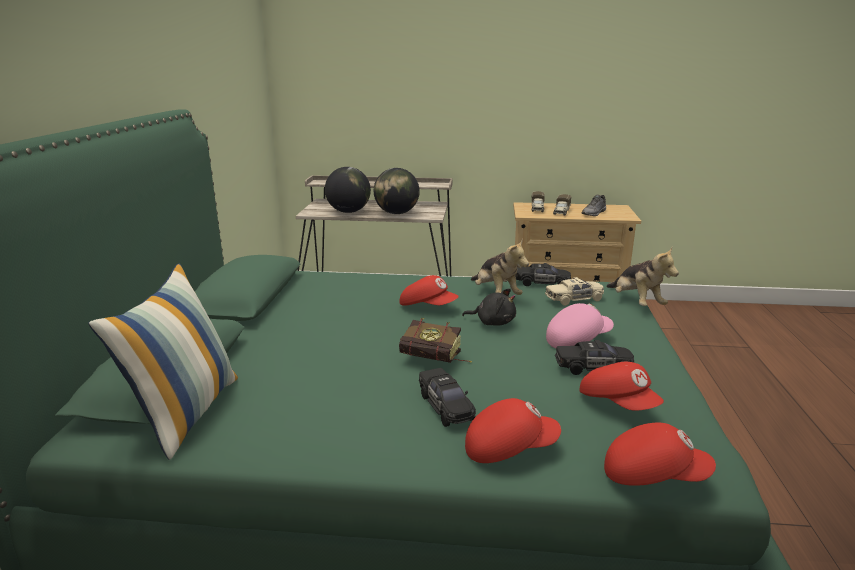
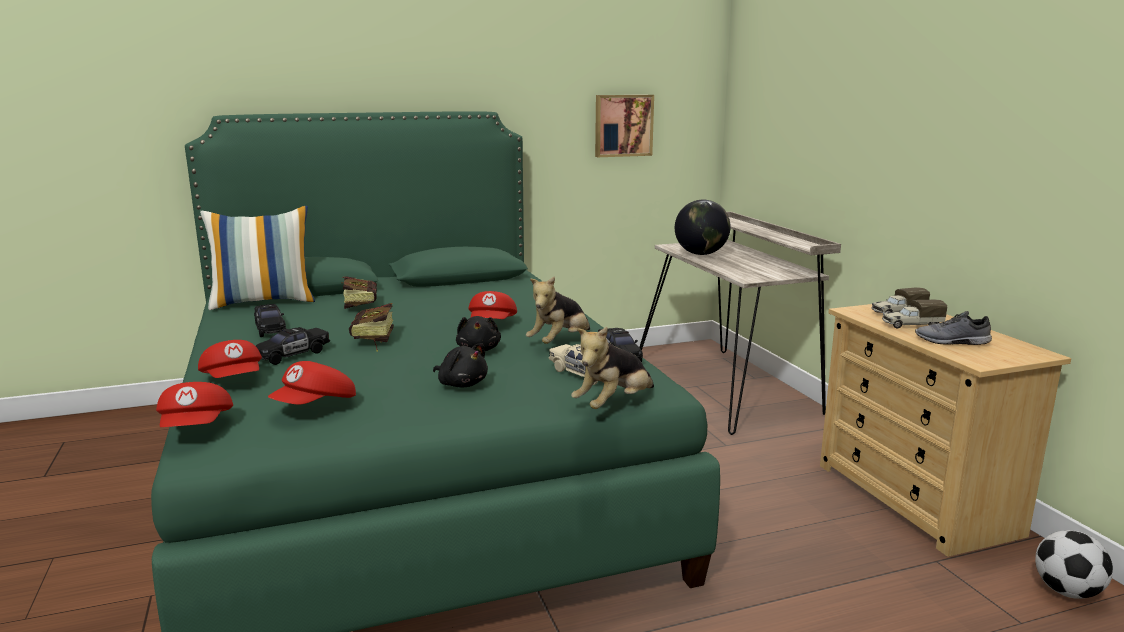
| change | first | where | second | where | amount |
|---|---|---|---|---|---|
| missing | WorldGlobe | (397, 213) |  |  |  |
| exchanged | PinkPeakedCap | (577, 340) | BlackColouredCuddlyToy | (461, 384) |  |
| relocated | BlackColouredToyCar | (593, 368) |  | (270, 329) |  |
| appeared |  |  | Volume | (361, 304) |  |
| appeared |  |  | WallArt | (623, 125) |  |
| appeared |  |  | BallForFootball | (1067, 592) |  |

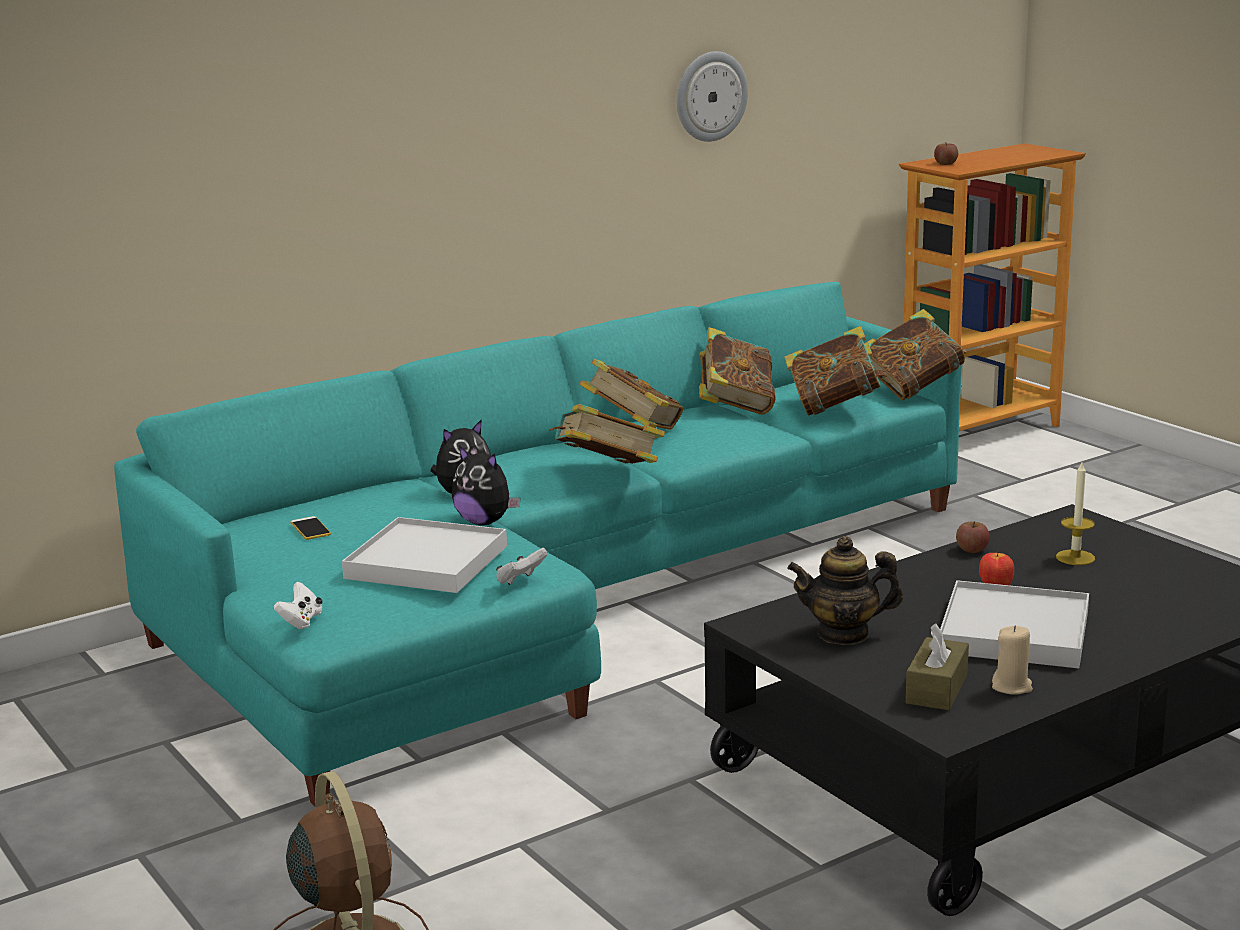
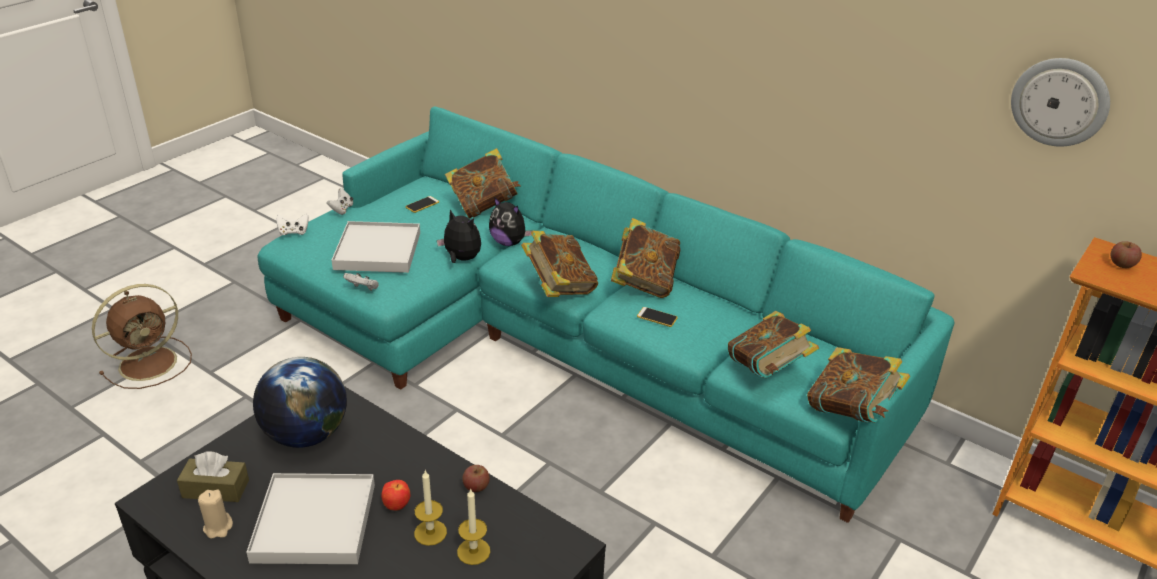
| change | first | where | second | where | amount |
|---|---|---|---|---|---|
| spun | CuddlyToy | (485, 522) |  | (461, 259) | 105 degrees clockwise |
| relocated | WallClock | (710, 96) |  | (1060, 102) |  |
| relocated | Volume | (735, 406) |  | (484, 206) |  |
| exchanged | TeaPot | (843, 634) | WorldGlobe | (305, 435) |  |
| appeared |  |  | WhiteJoypad | (342, 209) |  |
| appeared |  |  | WaxLight | (430, 532) |  |
| appeared |  |  | Telephone | (657, 317) |  |

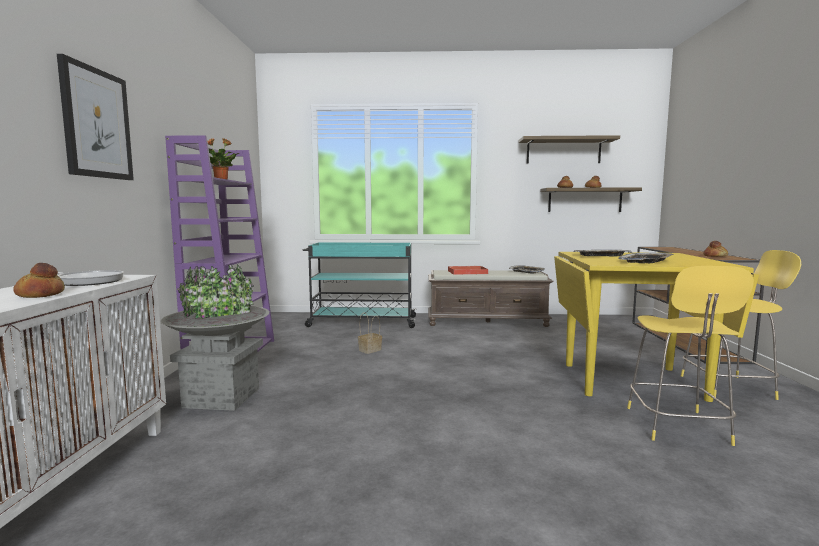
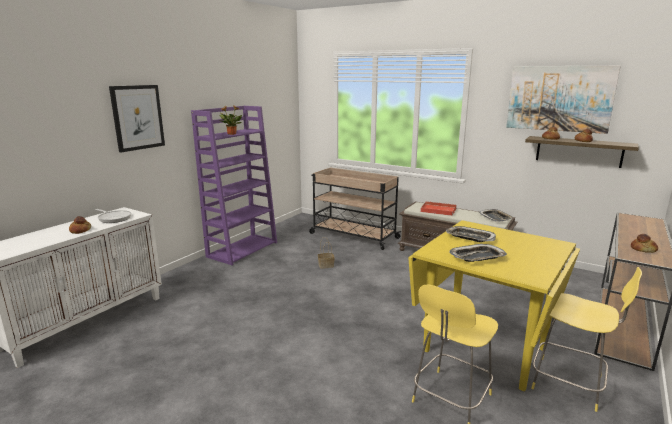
| change | first | where | second | where | amount |
|---|---|---|---|---|---|
| missing | GreyishFlowerPot | (222, 397) |  |  |  |
| colour | BlueGreenTrolley | (361, 322) | BeigeColouredTrolley | (353, 235) |  |
| exchanged | Shelf | (563, 151) | WallArt | (559, 98) |  |

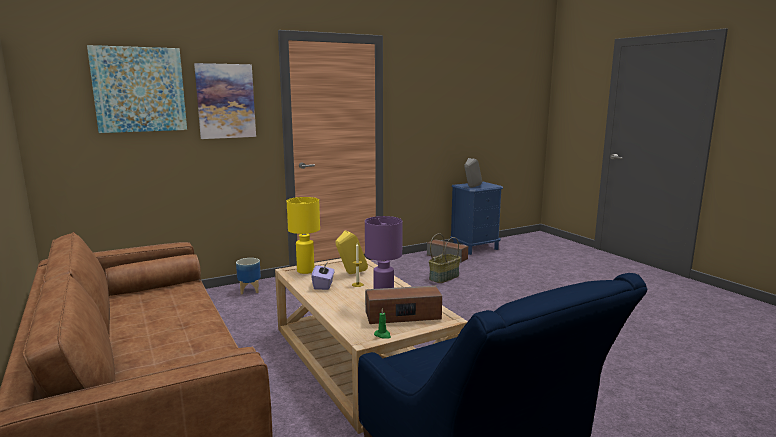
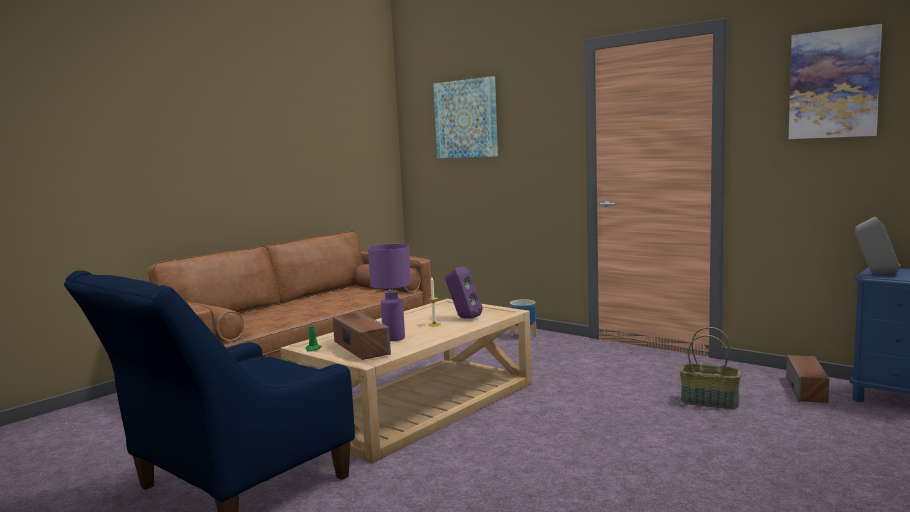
| change | first | where | second | where | amount |
|---|---|---|---|---|---|
| relocated | WallArt | (225, 101) |  | (834, 84) |  |
| missing | YellowColouredTabletopLamp | (305, 271) |  |  |  |
| missing | PurpleTissueHolder | (323, 285) |  |  |  |
| colour | YellowColouredAudioSpeaker | (350, 274) | PurpleAudioSpeaker | (463, 318) |  |

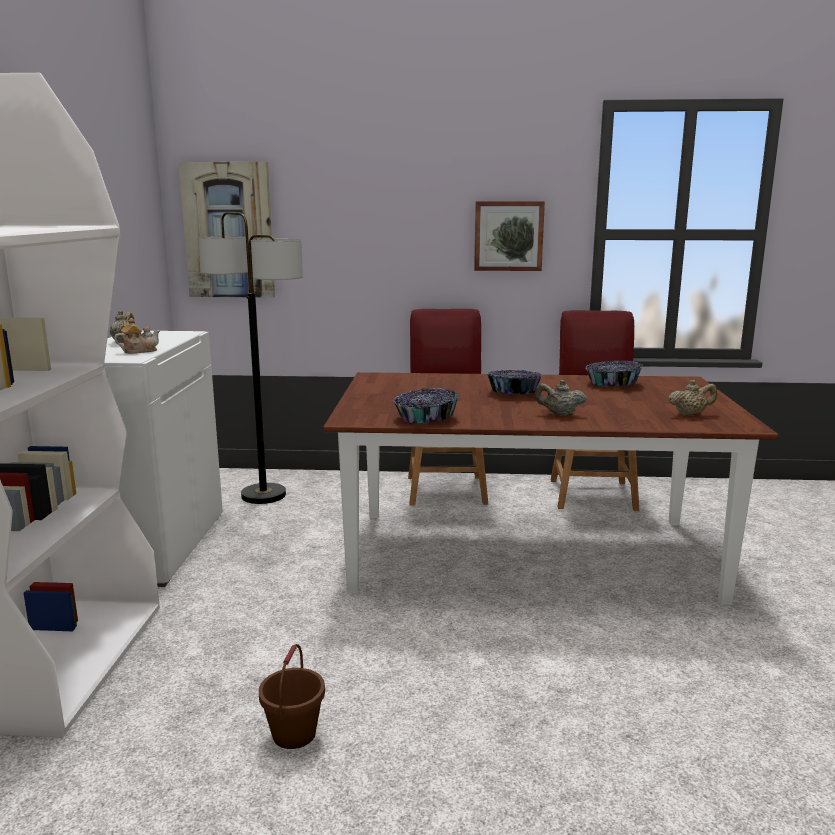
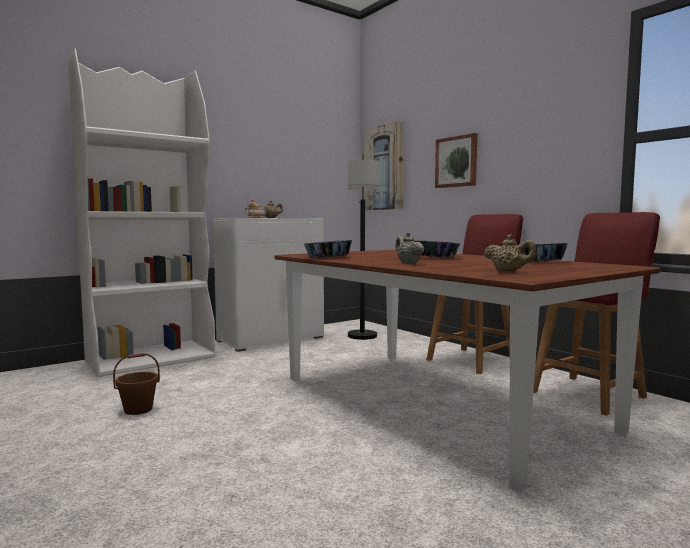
| change | first | where | second | where | amount |
|---|---|---|---|---|---|
| relocated | WallArt | (508, 236) |  | (457, 161) |  |

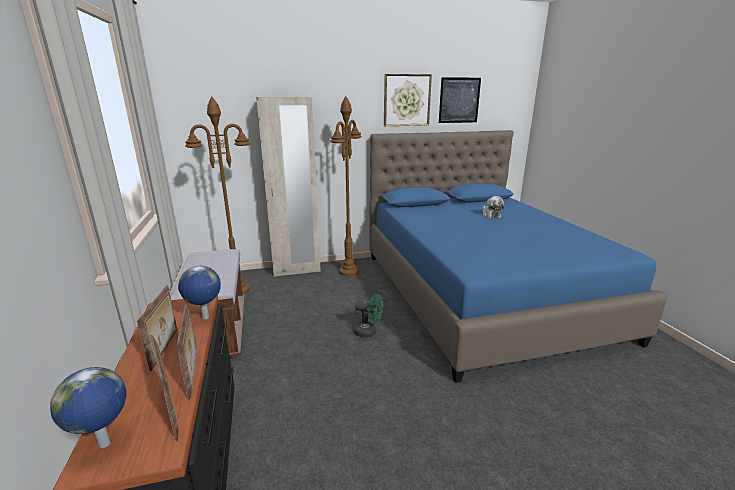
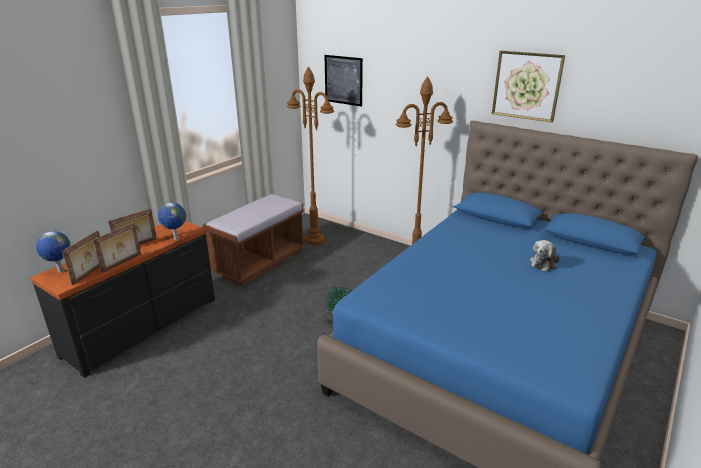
| change | first | where | second | where | amount |
|---|---|---|---|---|---|
| missing | BeigeColouredClothesCupboard | (296, 270) |  |  |  |
| relocated | WallArt | (459, 100) |  | (343, 80) |  |

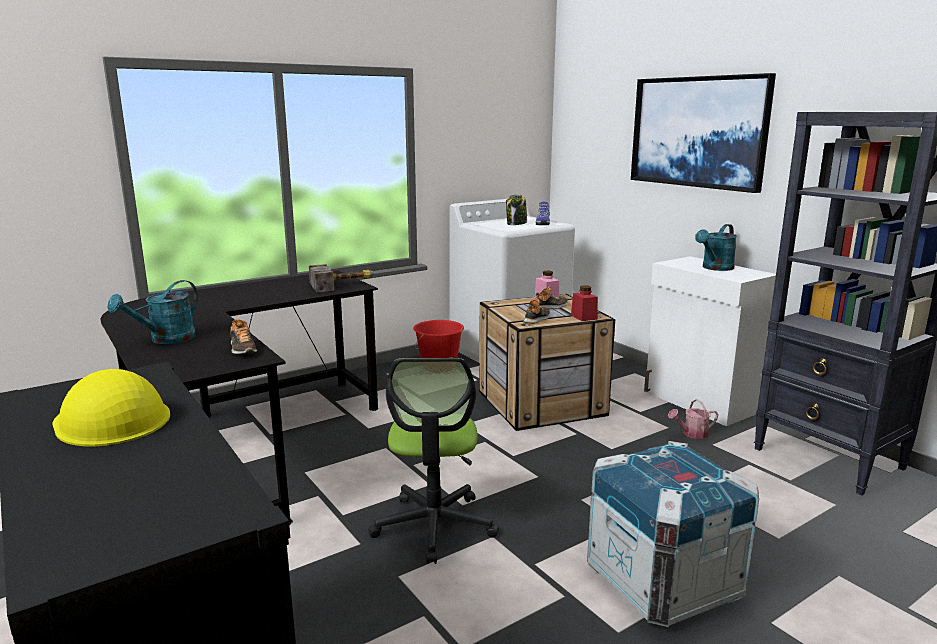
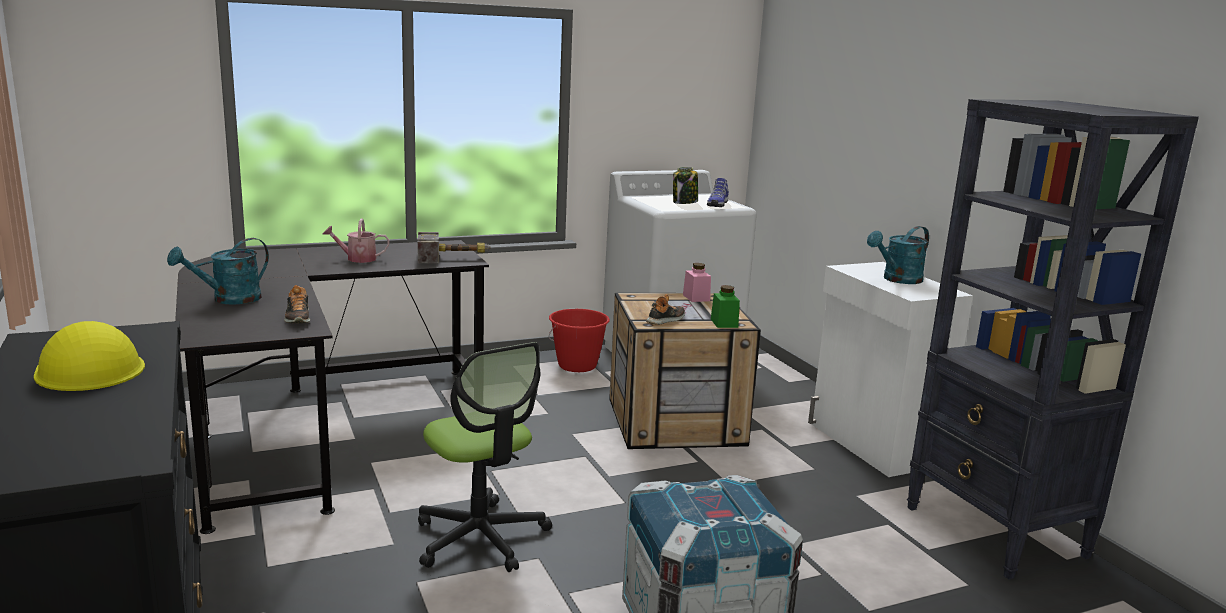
| change | first | where | second | where | amount |
|---|---|---|---|---|---|
| spun | ComputerChair | (434, 526) |  | (480, 538) | 45 degrees counterclockwise |
| missing | Shoe | (550, 307) |  |  |  |
| colour | RedColouredPreserveJar | (584, 317) | GreenPreserveJar | (724, 323) |  |
| missing | WallArt | (698, 132) |  |  |  |
| relocated | WateringCan | (692, 434) |  | (357, 259) |  |

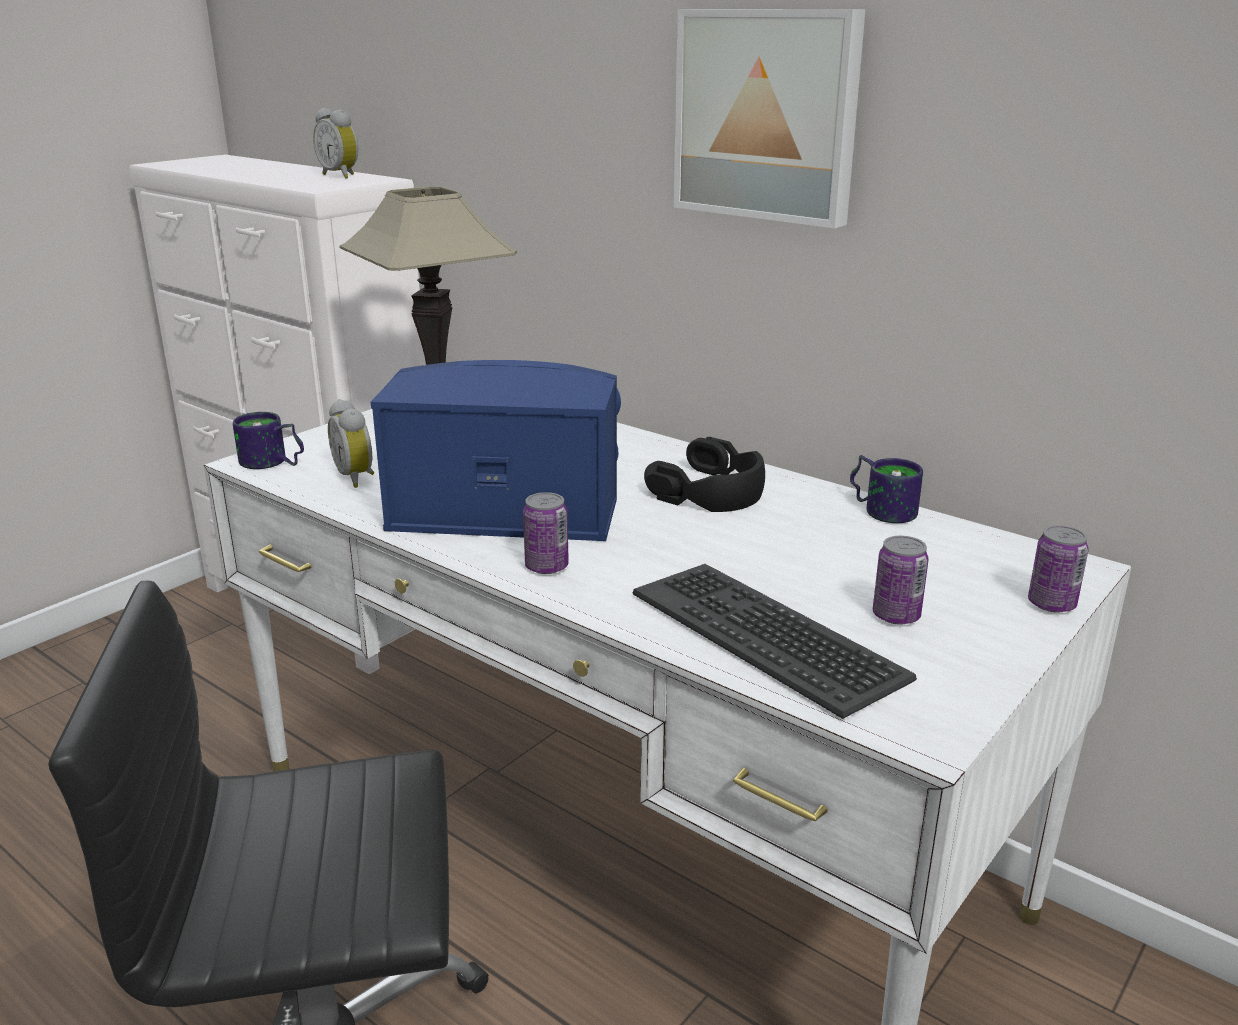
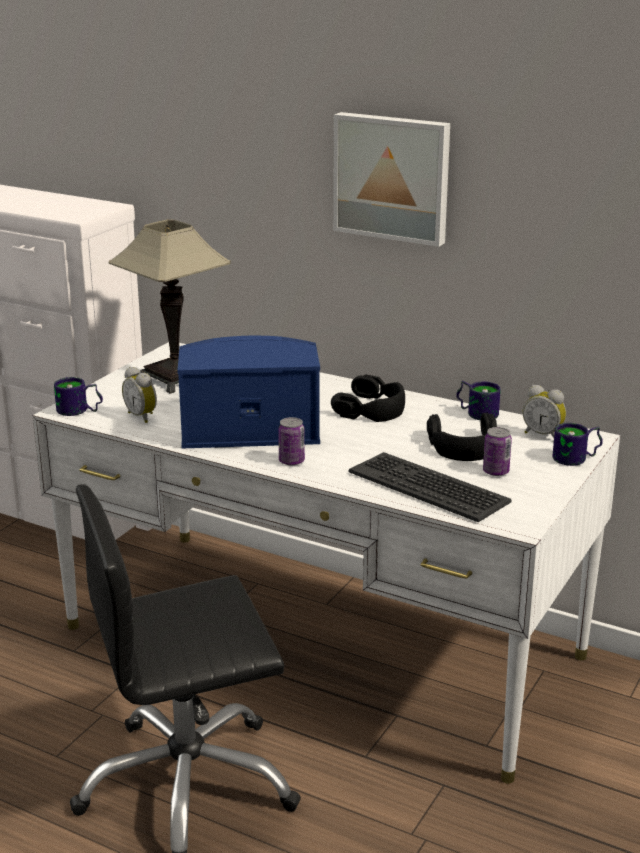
| change | first | where | second | where | amount |
|---|---|---|---|---|---|
| relocated | BedsideClock | (341, 176) |  | (543, 435) |  |
| exchanged | Can | (1051, 604) | CoffeeMug | (577, 459) |  |
| appeared |  |  | BlackColouredHeadphones | (464, 446) |  |

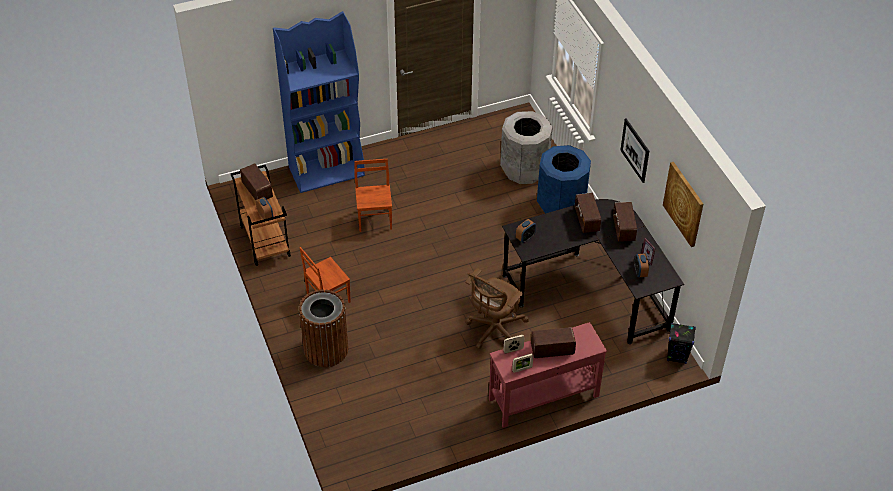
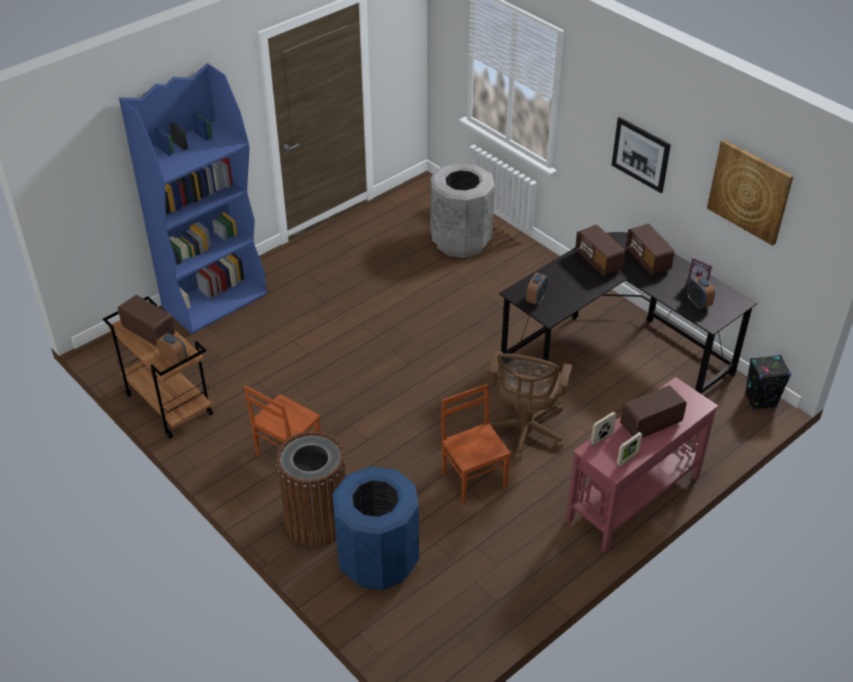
| change | first | where | second | where | amount |
|---|---|---|---|---|---|
| relocated | BrownishChair | (375, 219) |  | (474, 479) |  |
| relocated | BlueTrashCan | (561, 204) |  | (378, 561) |  |

